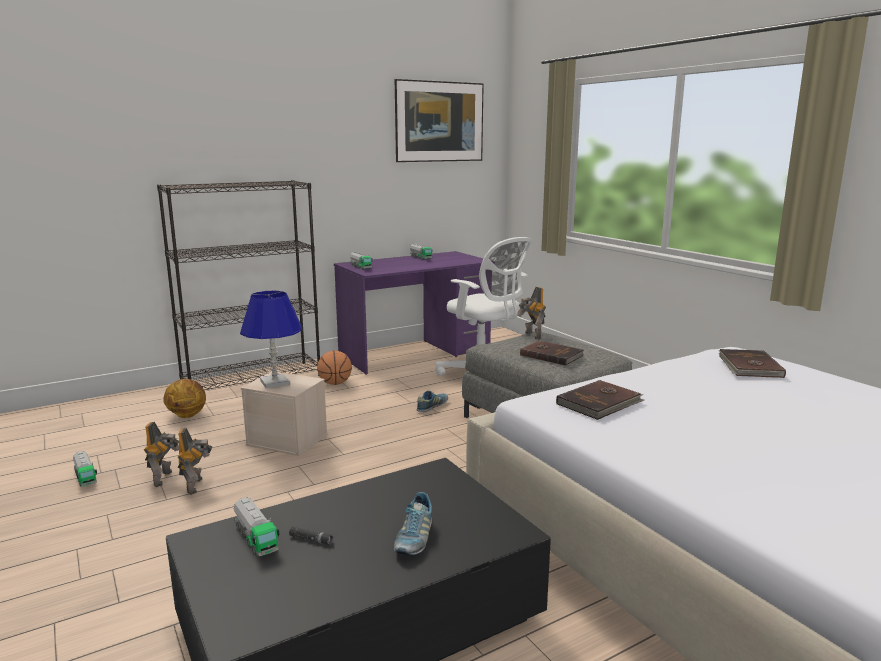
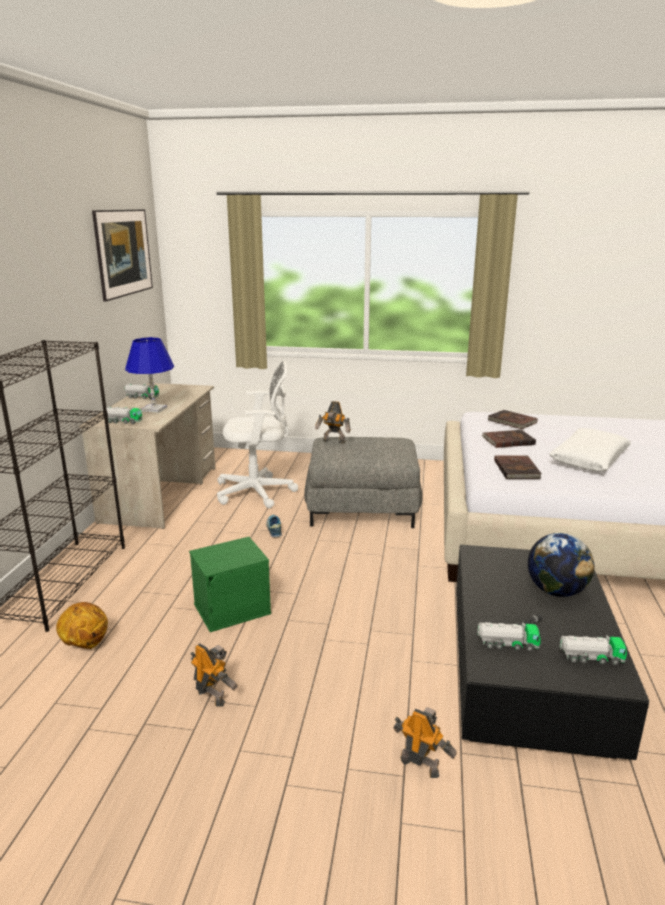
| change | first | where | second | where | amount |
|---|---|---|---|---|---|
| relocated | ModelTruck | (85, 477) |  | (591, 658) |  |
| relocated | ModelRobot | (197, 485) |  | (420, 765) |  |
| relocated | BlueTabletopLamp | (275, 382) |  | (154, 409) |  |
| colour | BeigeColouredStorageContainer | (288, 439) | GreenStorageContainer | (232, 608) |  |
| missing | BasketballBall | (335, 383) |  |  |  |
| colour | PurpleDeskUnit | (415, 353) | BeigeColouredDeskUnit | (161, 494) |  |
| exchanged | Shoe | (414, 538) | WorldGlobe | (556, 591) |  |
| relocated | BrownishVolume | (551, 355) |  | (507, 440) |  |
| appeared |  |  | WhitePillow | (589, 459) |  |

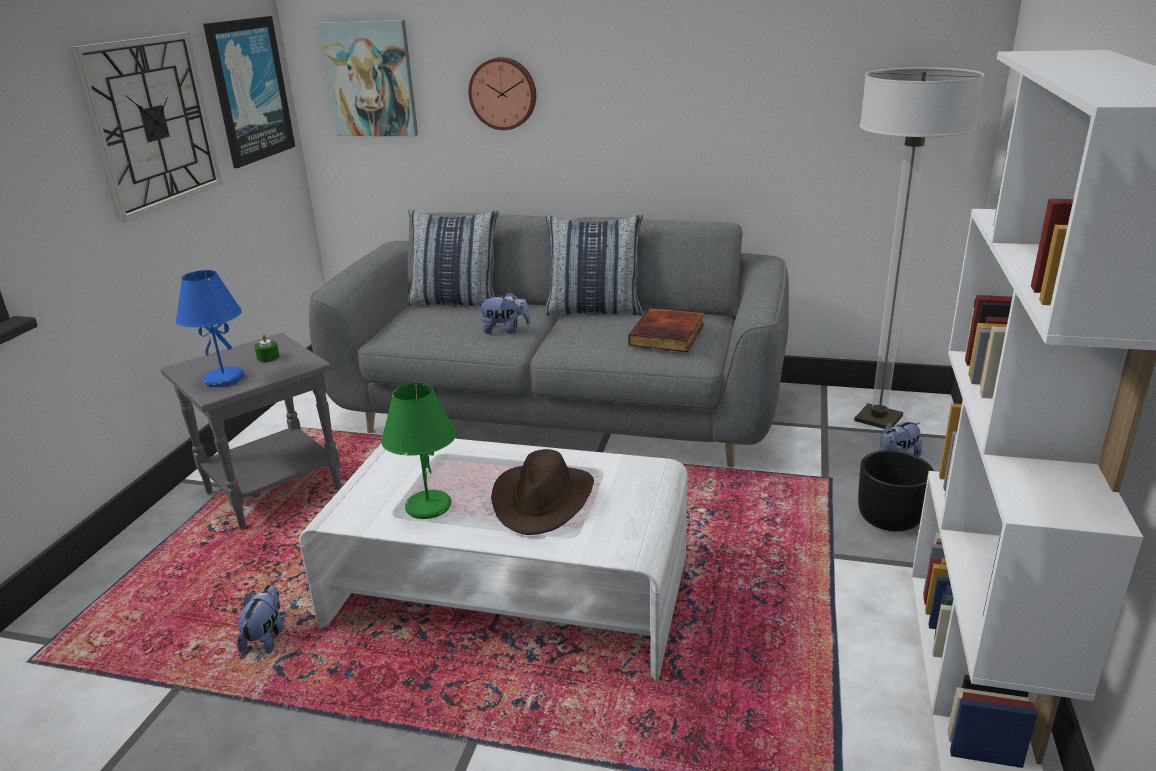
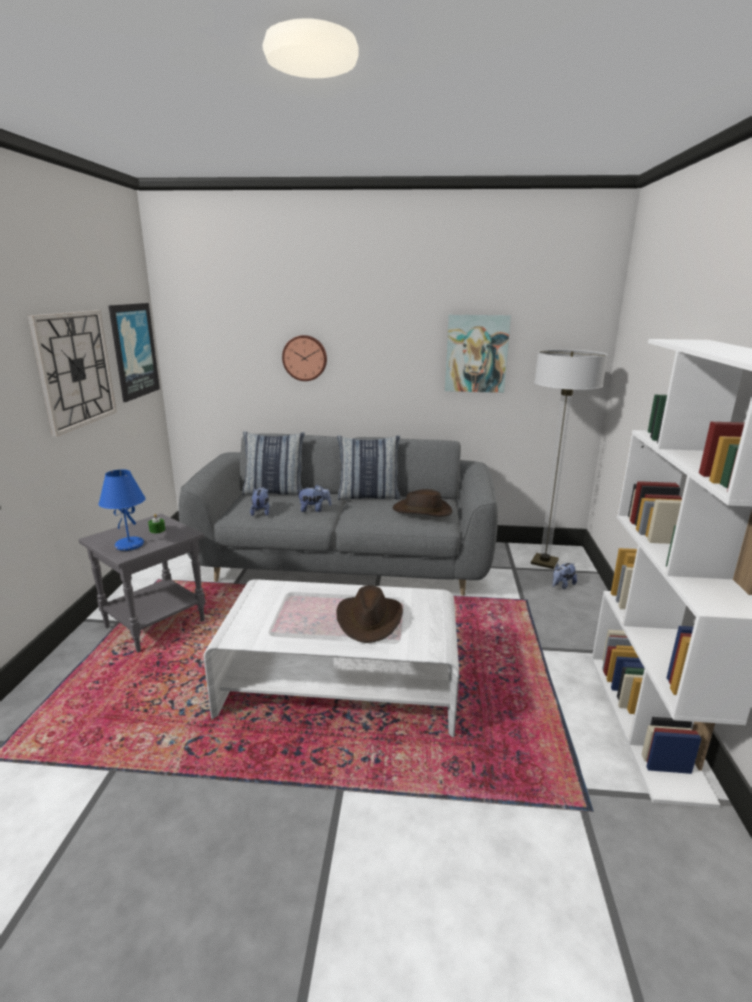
| change | first | where | second | where | amount |
|---|---|---|---|---|---|
| relocated | CuddlyToy | (266, 637) |  | (261, 512) |  |
| relocated | WallArt | (371, 79) |  | (476, 353) |  |
| missing | GreenTabletopLamp | (428, 506) |  |  |  |
| exchanged | Volume | (669, 335) | BrownishWearableHat | (422, 511) |  |
| missing | BlackColouredFlowerPot | (890, 518) |  |  |  |

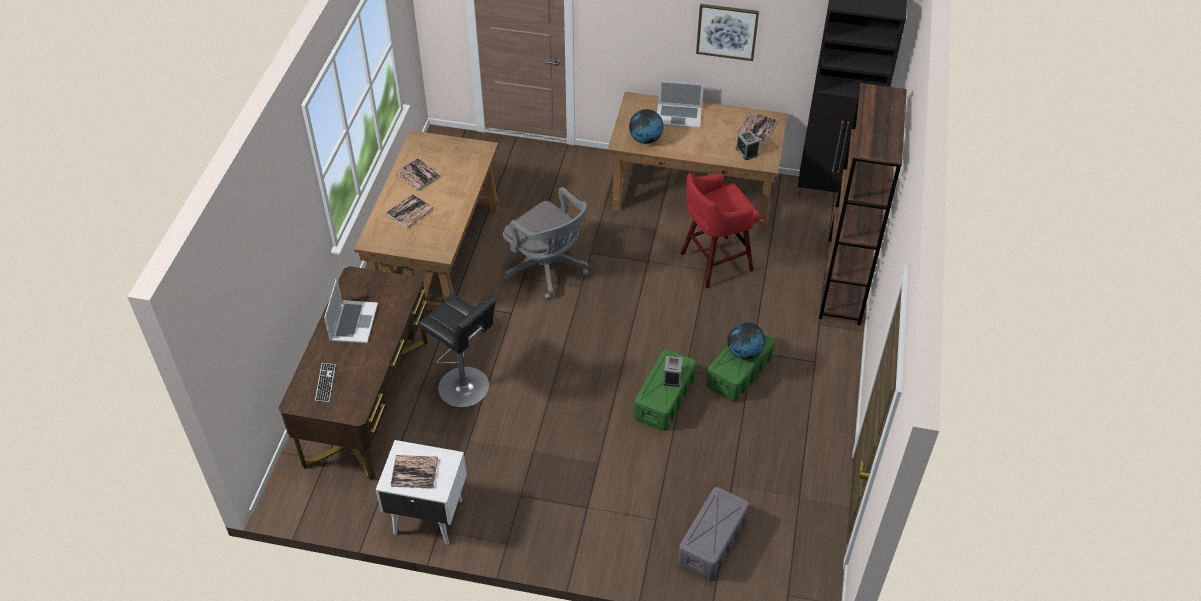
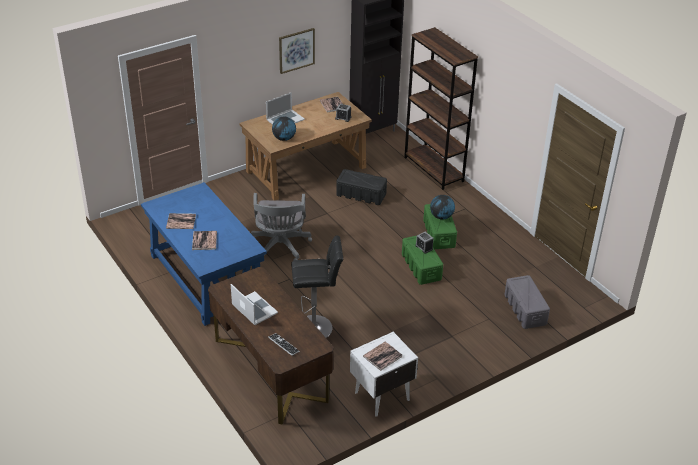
| change | first | where | second | where | amount |
|---|---|---|---|---|---|
| colour | BrownishDeskUnit | (437, 255) | BlueDeskUnit | (206, 278) |  |
| spun | GreyishComputerChair | (548, 270) |  | (280, 247) | 90 degrees clockwise |
| exchanged | RedColouredSittingStool | (714, 262) | BlackColouredStorageContainer | (361, 194) |  |

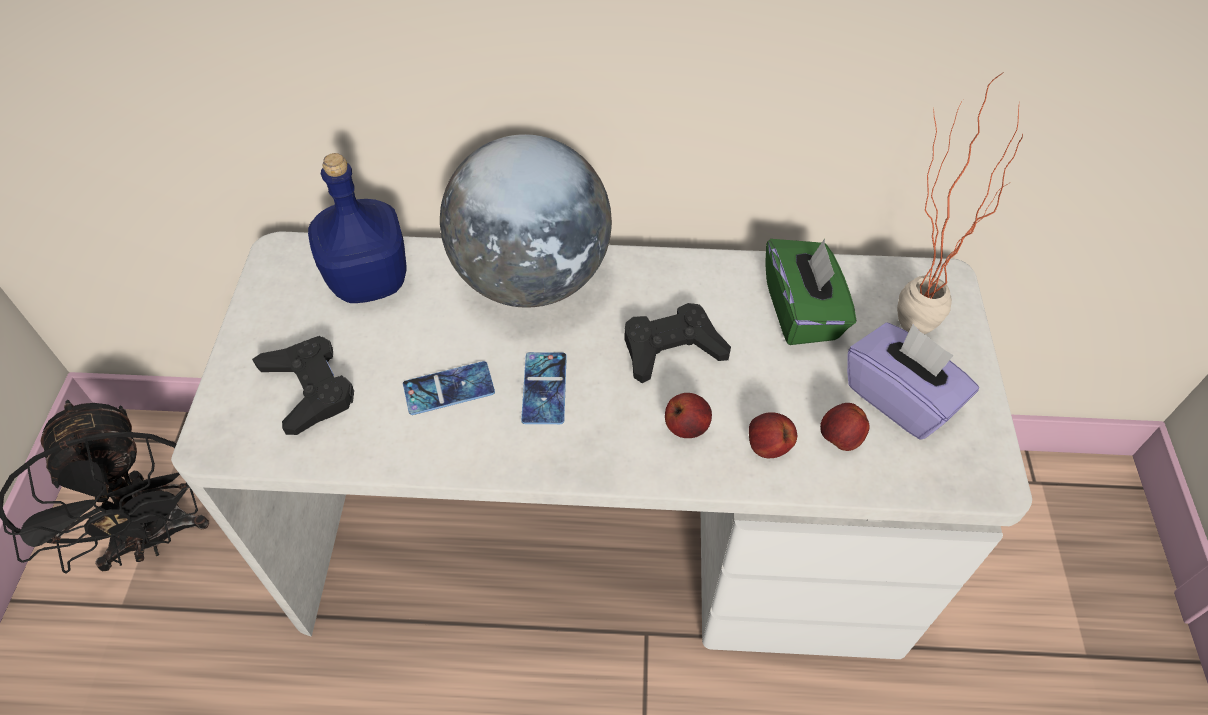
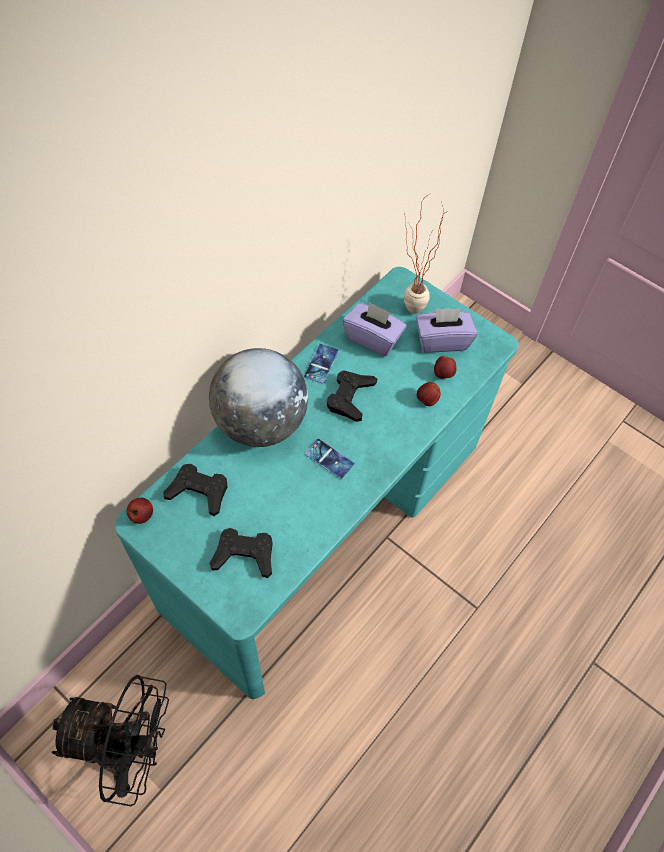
| change | first | where | second | where | amount |
|---|---|---|---|---|---|
| colour | WhiteDeskUnit | (602, 538) | BlueGreenDeskUnit | (325, 521) |  |
| exchanged | BlueDrinkBottle | (370, 282) | BlackColouredJoypad | (199, 491) |  |
| relocated | Telephone | (449, 388) |  | (321, 363) |  |
| relocated | WholeApple | (686, 427) |  | (141, 515) |  |
| colour | GreenTissueHolder | (802, 311) | PurpleTissueHolder | (373, 338) |  |

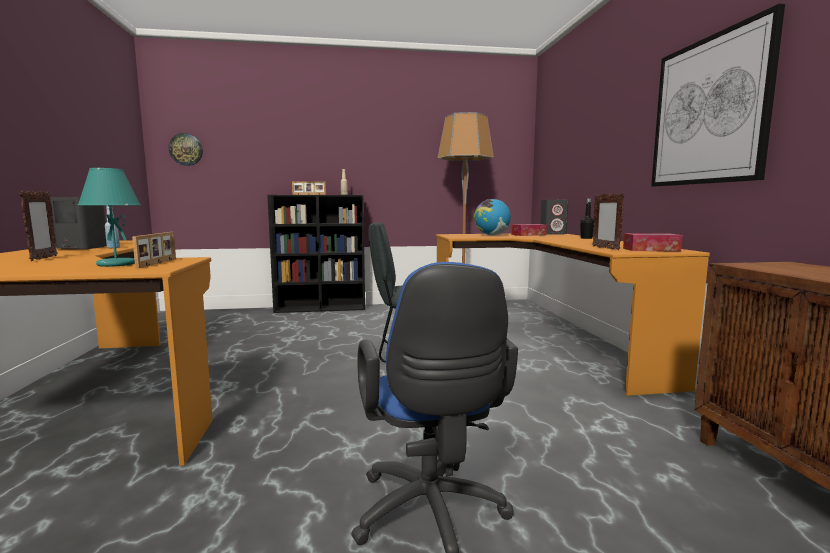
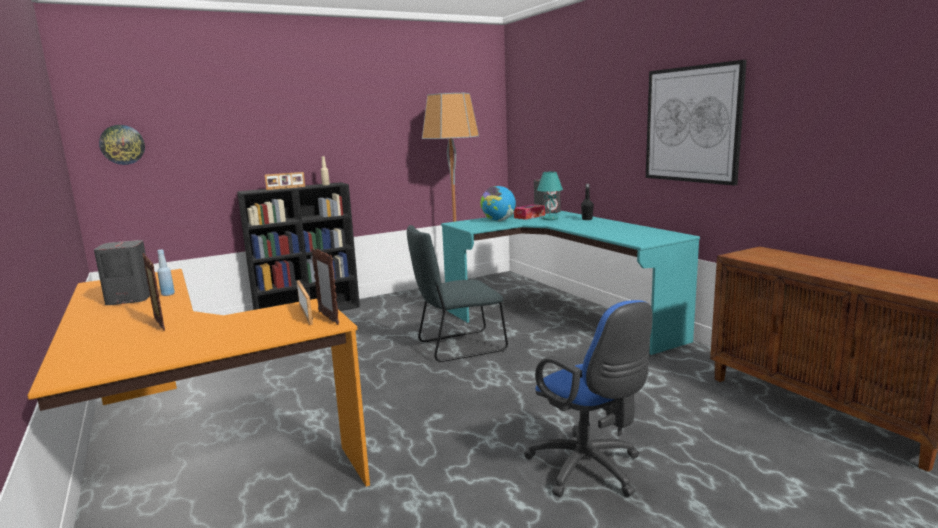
| change | first | where | second | where | amount |
|---|---|---|---|---|---|
| relocated | BlueGreenTabletopLamp | (115, 264) |  | (549, 219) |  |
| colour | OrangeyDeskUnit | (547, 342) | BlueGreenDeskUnit | (561, 316) |  |
| relocated | StandingFrame | (605, 248) |  | (328, 318) |  |
| missing | TissueHolder | (651, 249) |  |  |  |

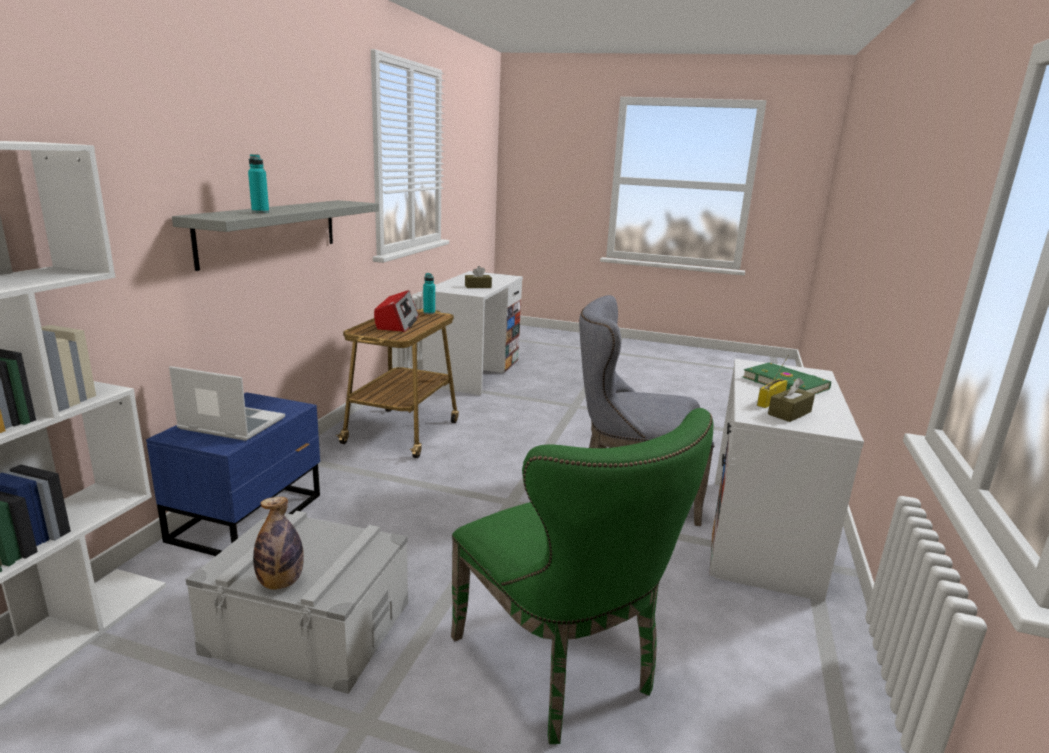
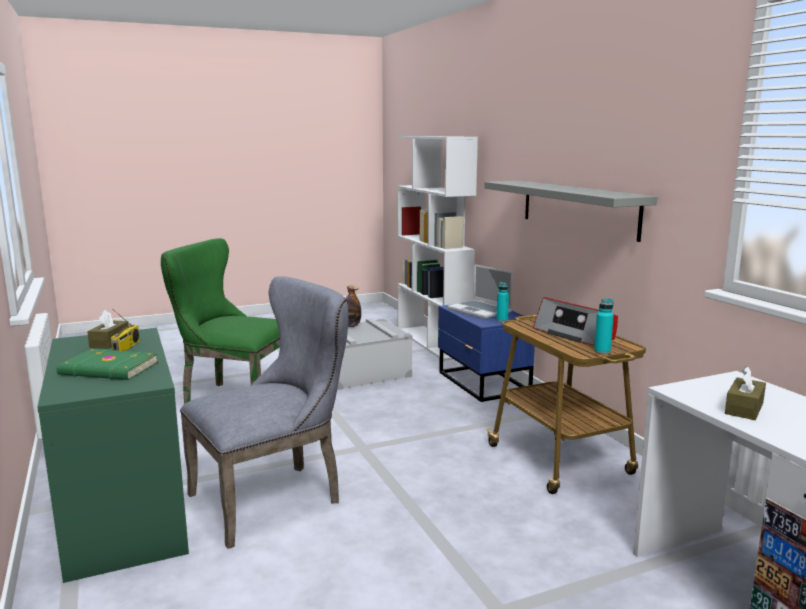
| change | first | where | second | where | amount |
|---|---|---|---|---|---|
| spun | Laptop | (230, 424) |  | (480, 311) | 75 degrees clockwise |
| relocated | BlueGreenDrinkBottle | (260, 212) |  | (502, 320) |  |
| colour | WhiteDeskUnit | (762, 533) | GreenDeskUnit | (123, 512) |  |

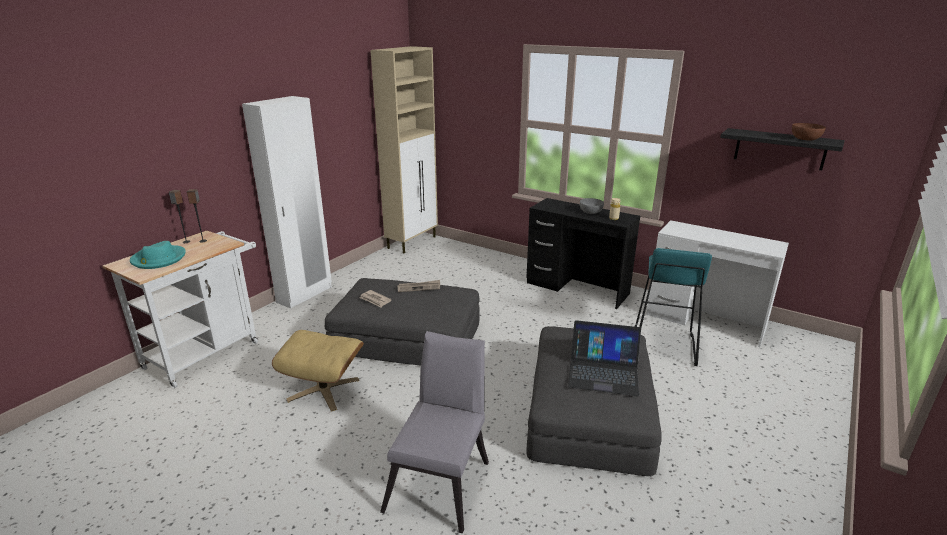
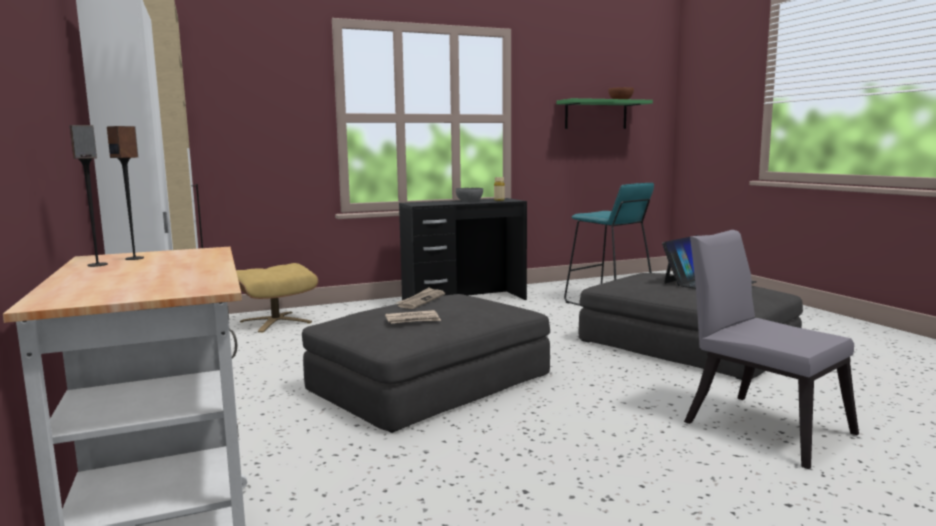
| change | first | where | second | where | amount |
|---|---|---|---|---|---|
| missing | BlueGreenWearableHat | (158, 259) |  |  |  |
| relocated | BeigeColouredOttoman | (324, 389) |  | (276, 321) |  |
| missing | WhiteDeskUnit | (705, 321) |  |  |  |
| colour | BlackColouredShelf | (780, 149) | GreenShelf | (596, 115) |  |

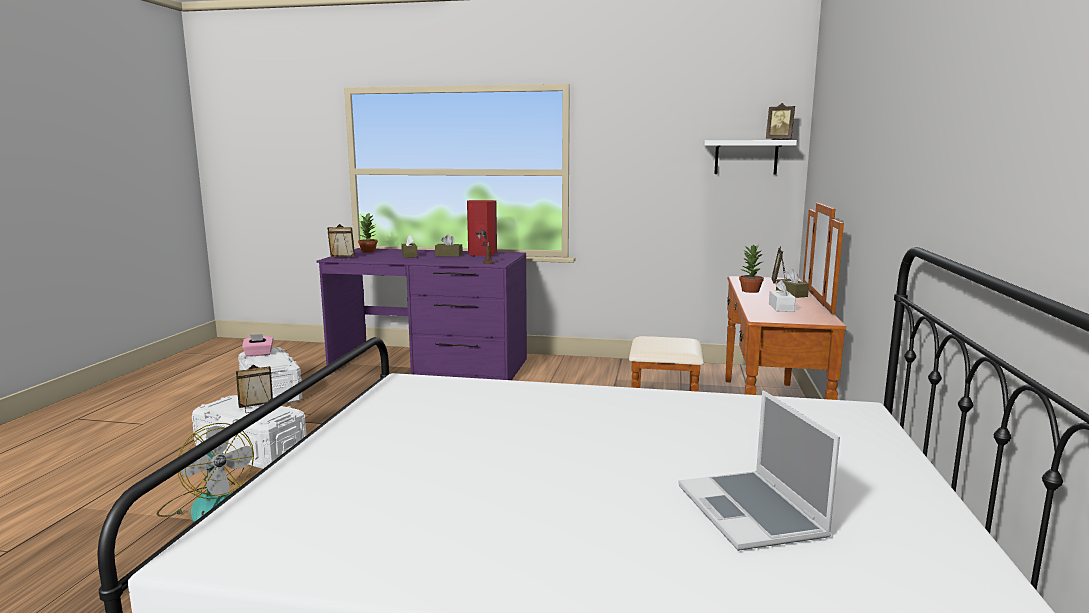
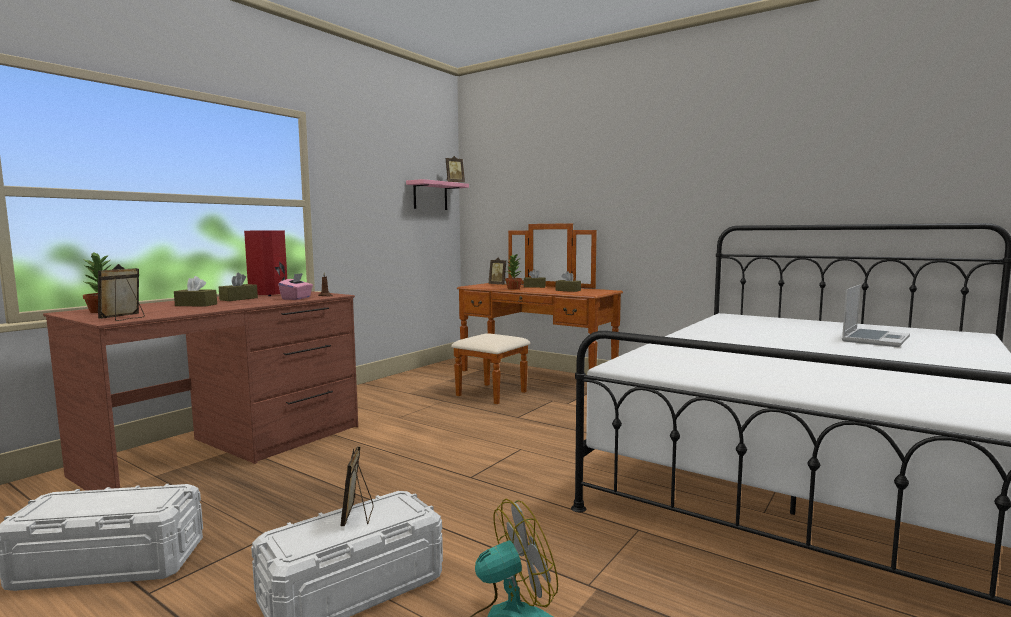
| change | first | where | second | where | amount |
|---|---|---|---|---|---|
| relocated | PinkTissueHolder | (258, 354) |  | (297, 298) |  |
| colour | PurpleDeskUnit | (430, 367) | BrownishDeskUnit | (229, 449) |  |
| spun | Laptop | (752, 513) |  | (874, 339) | 60 degrees counterclockwise |
| colour | WhiteShelf | (746, 157) | PinkShelf | (430, 196) |  |
| colour | WhiteTissueHolder | (781, 308) | BrownishTissueHolder | (568, 290) |  |

